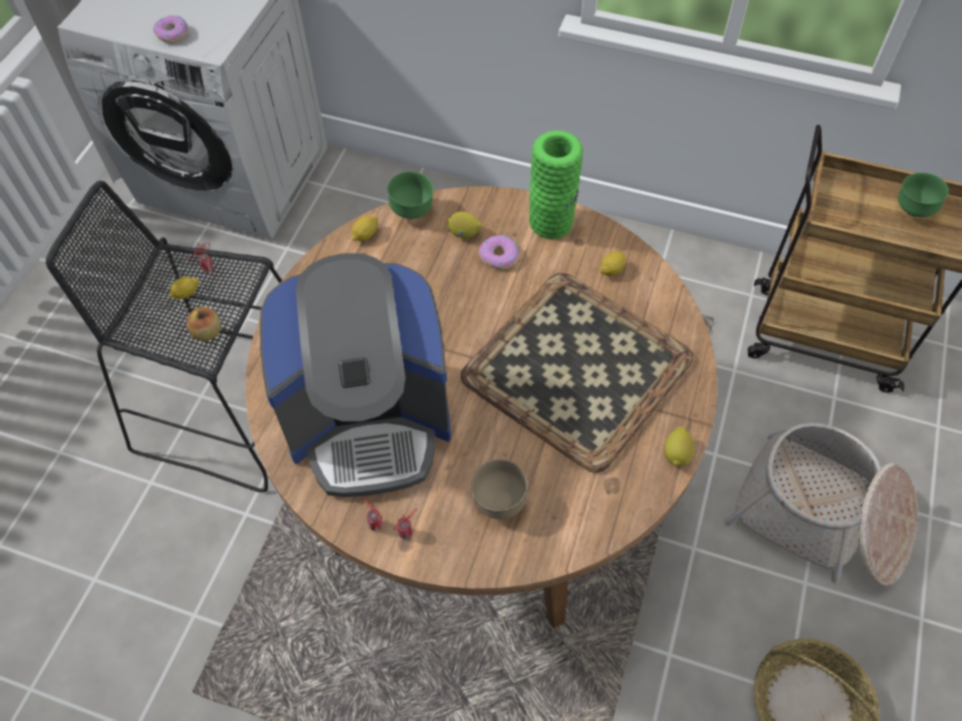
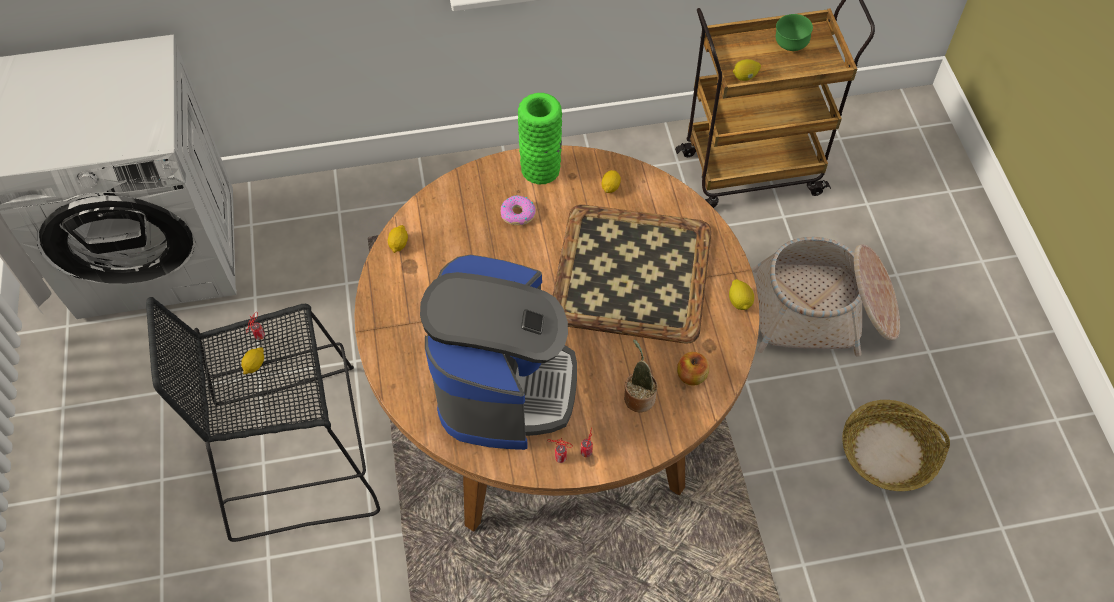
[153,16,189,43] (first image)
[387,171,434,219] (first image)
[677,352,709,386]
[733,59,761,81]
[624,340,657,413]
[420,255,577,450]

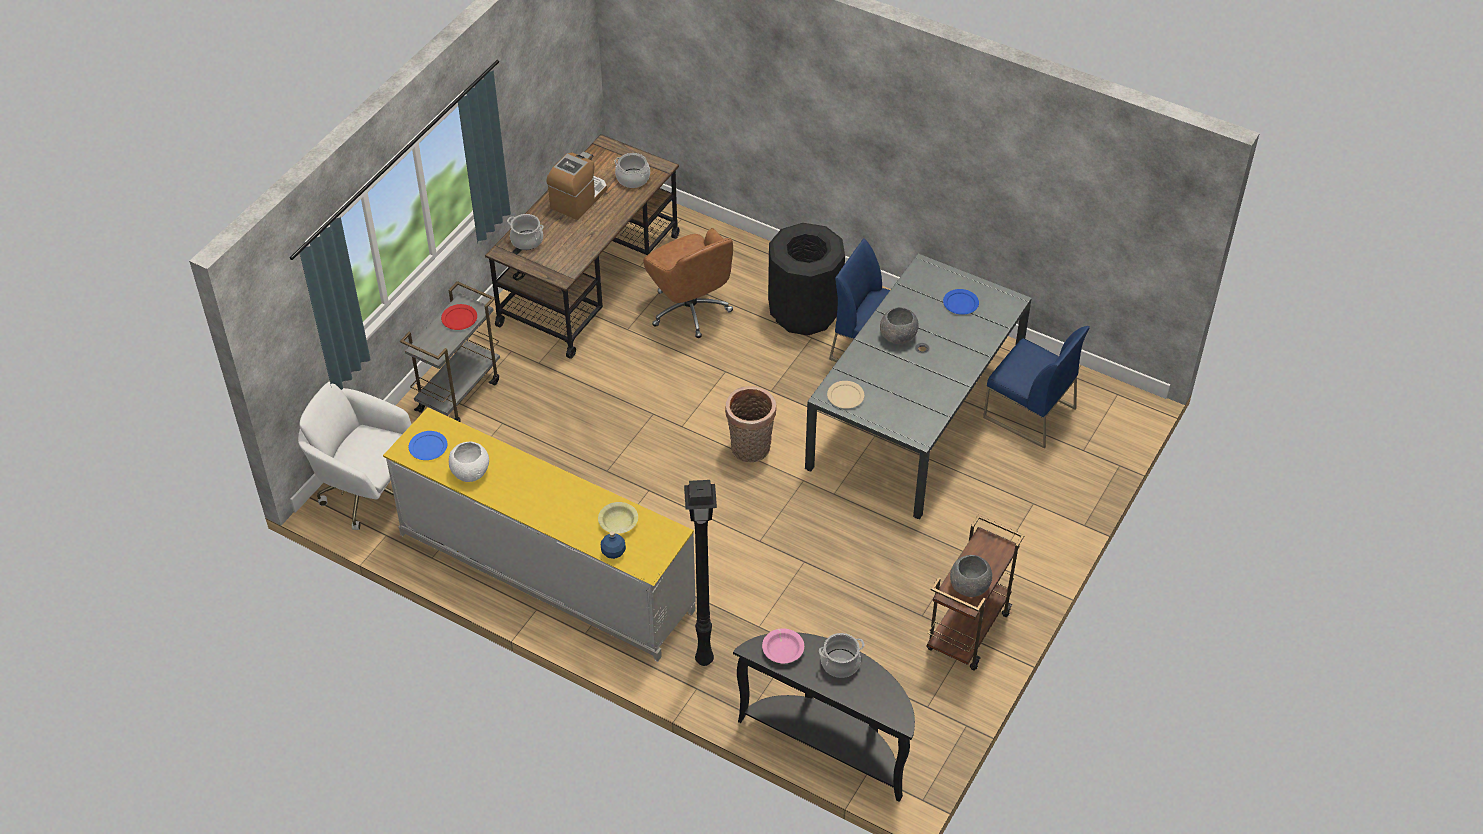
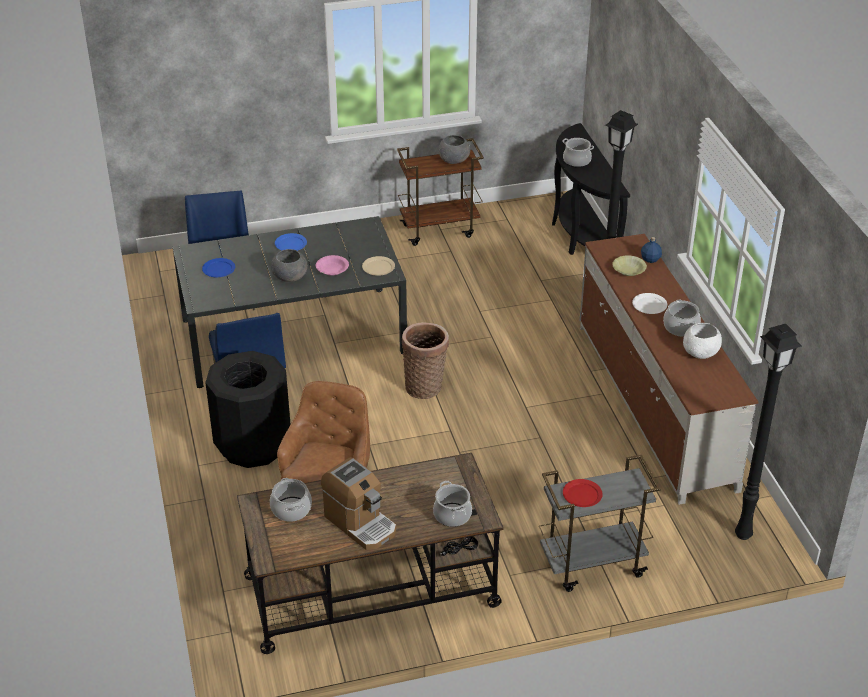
[632,293,667,314]
[663,300,701,337]
[275,233,307,251]
[316,255,349,275]
[735,324,802,540]
[580,234,758,505]
[321,457,396,550]

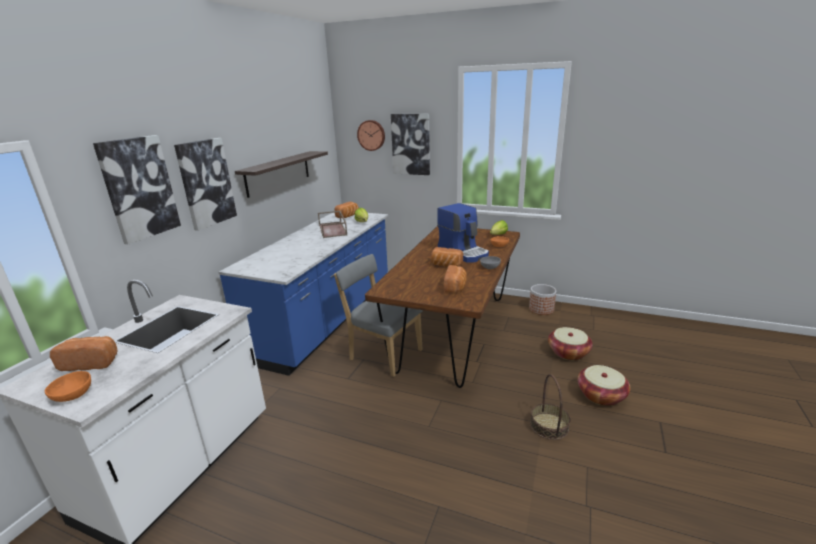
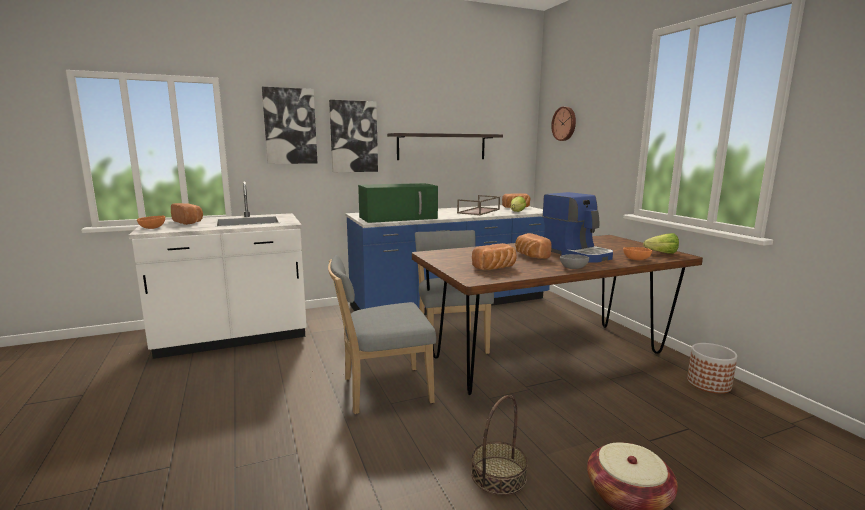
[391,114,430,175] (first image)
[548,327,593,360] (first image)
[328,255,436,414]
[358,183,438,223]
[543,192,613,263]

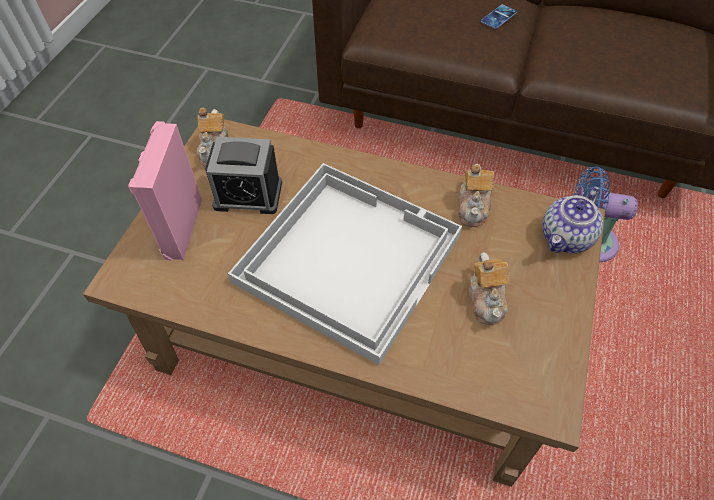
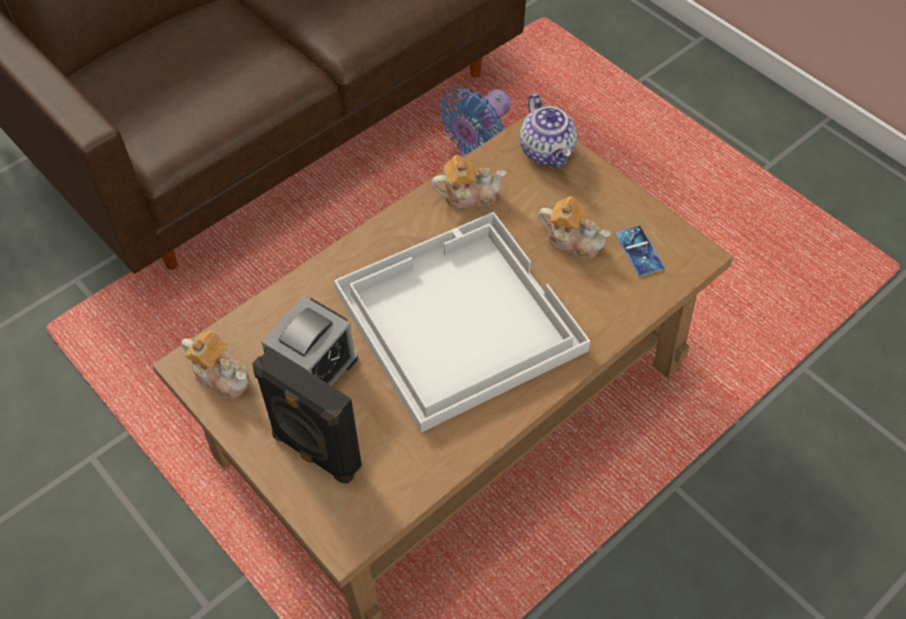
[615,226,665,276]
[252,347,362,484]
[432,155,506,209]

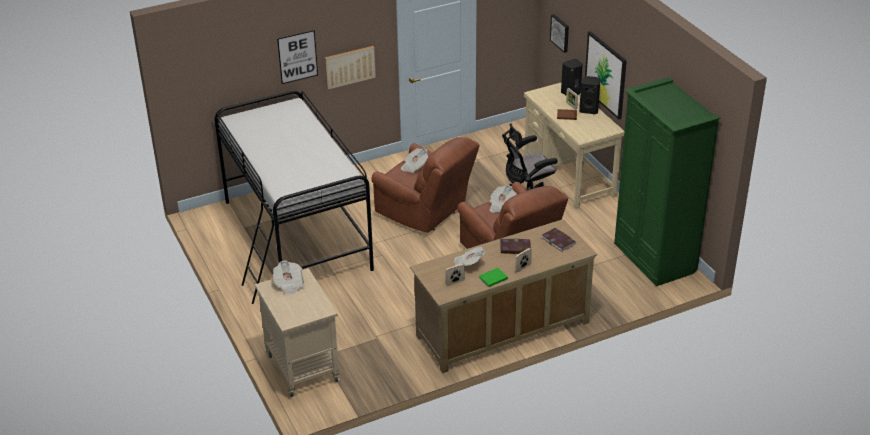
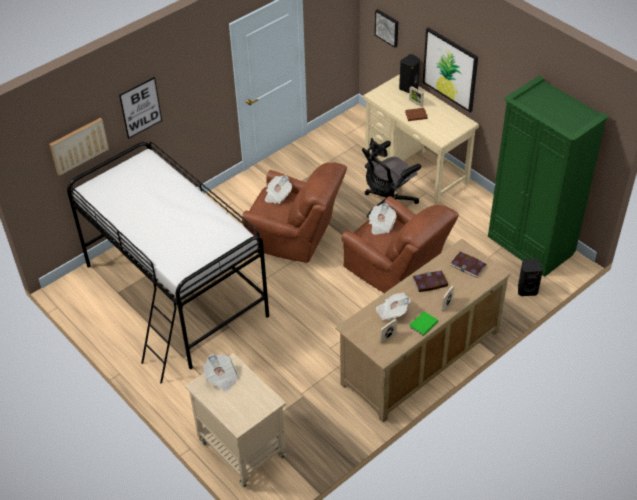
[49,118,109,176]
[518,259,543,296]

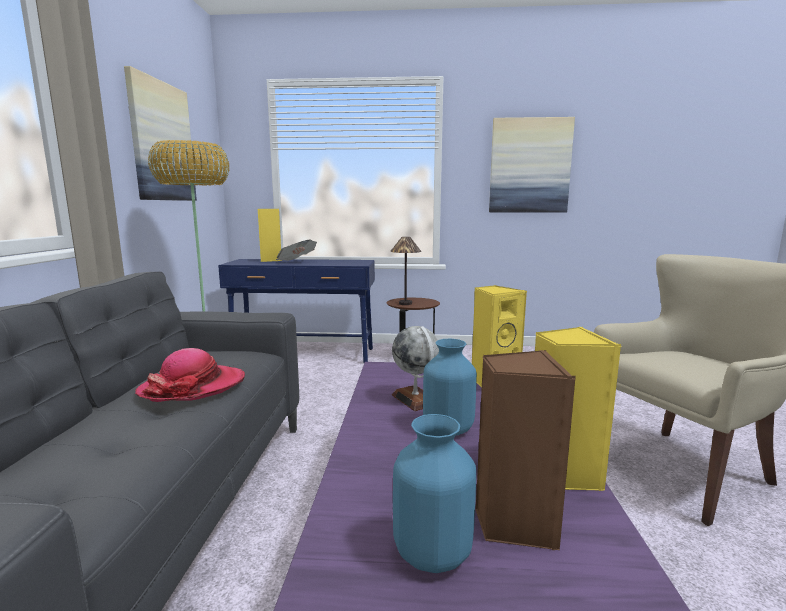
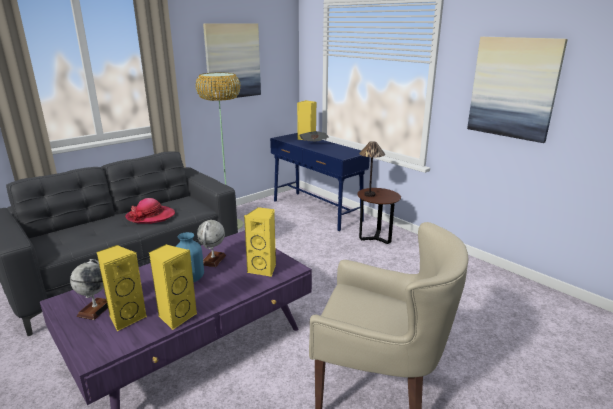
[70,259,108,320]
[96,245,147,331]

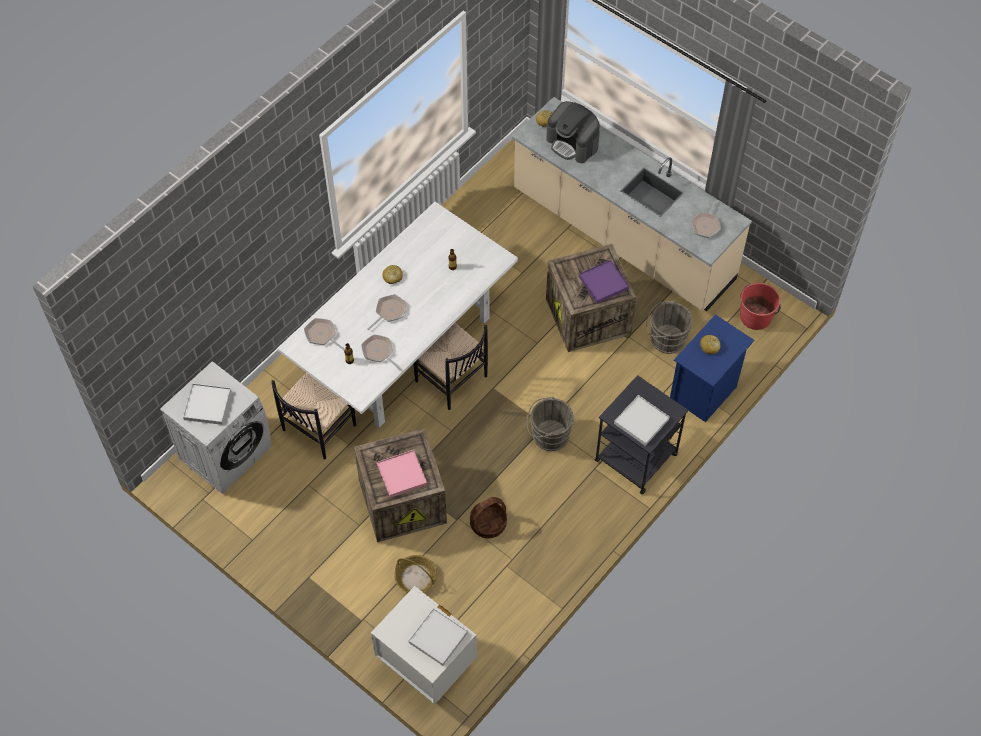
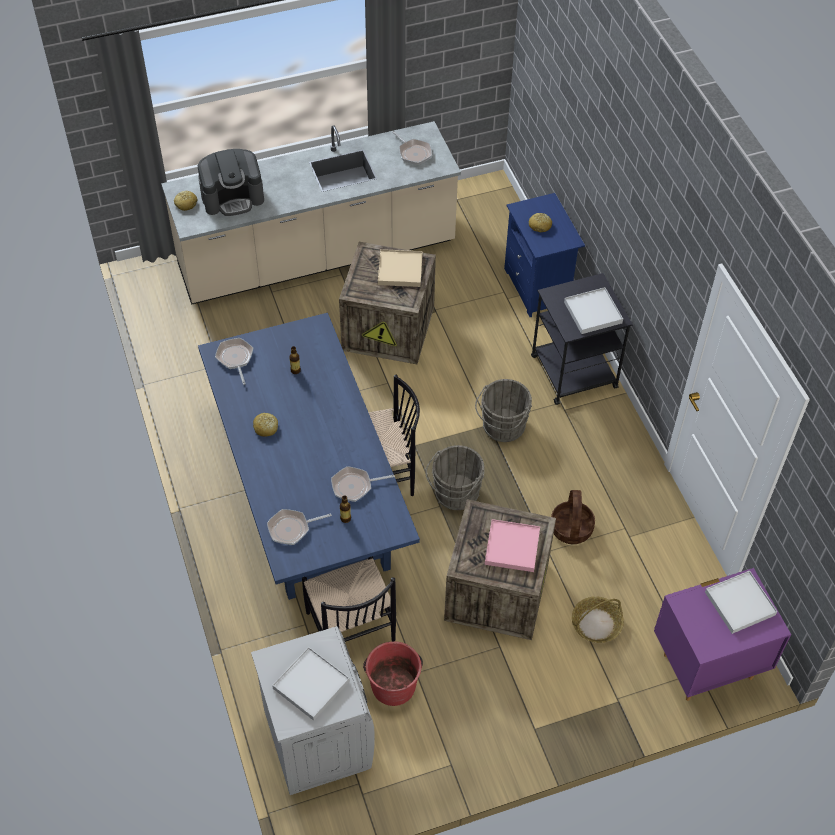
[215,338,253,385]
[426,445,484,510]
[363,641,423,706]
[198,313,420,600]
[654,568,791,701]
[378,249,423,287]

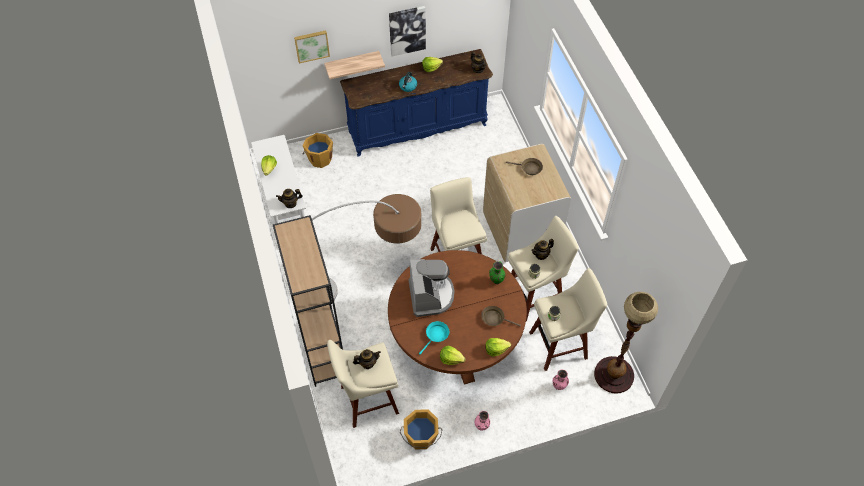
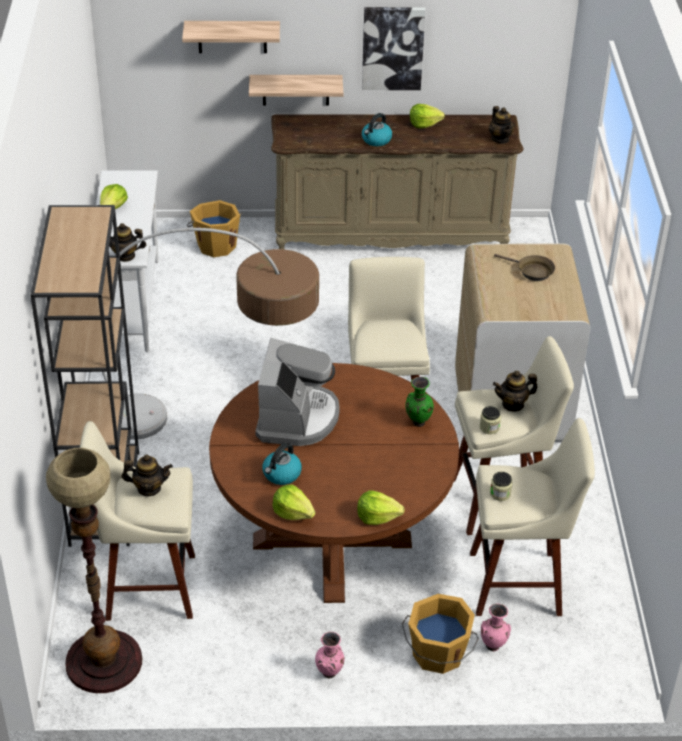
[481,306,521,327] (first image)
[402,594,479,674]
[46,448,142,693]
[182,21,280,53]
[262,443,302,485]
[271,114,524,250]

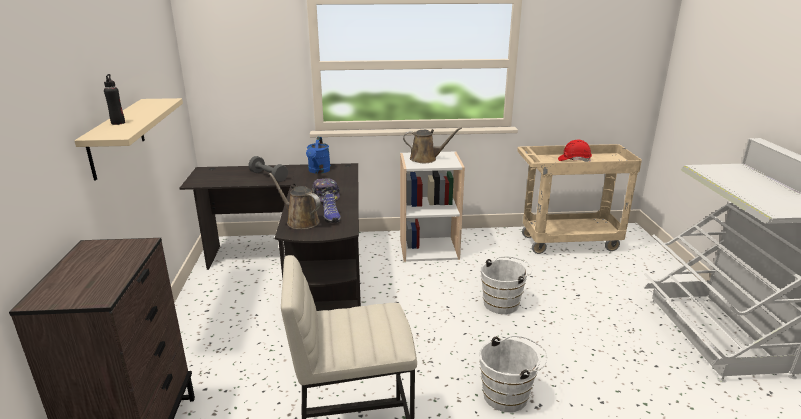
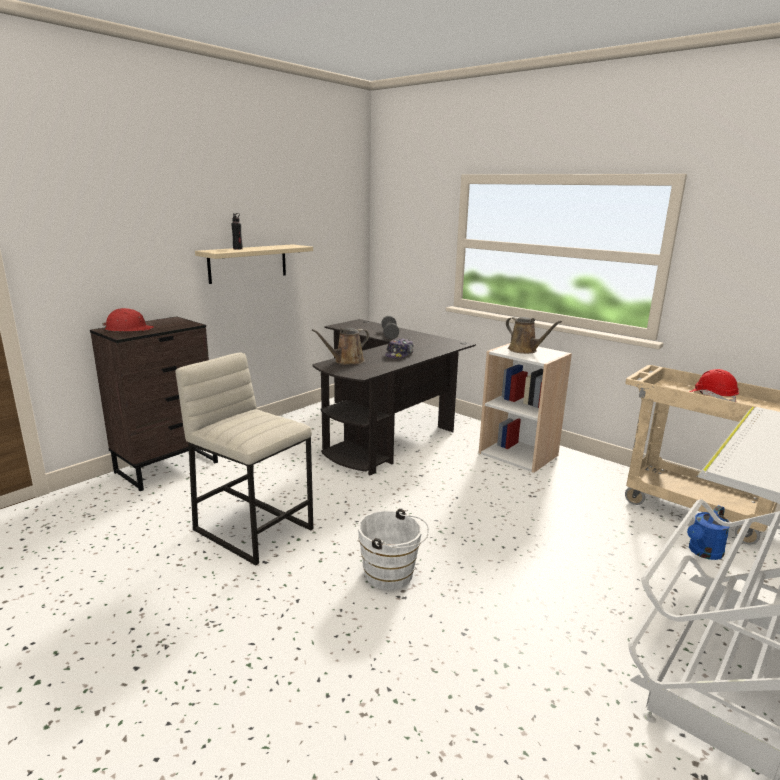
[323,193,341,223] (first image)
[481,257,532,314] (first image)
[102,308,154,331]
[687,505,729,560]
[312,328,369,365]

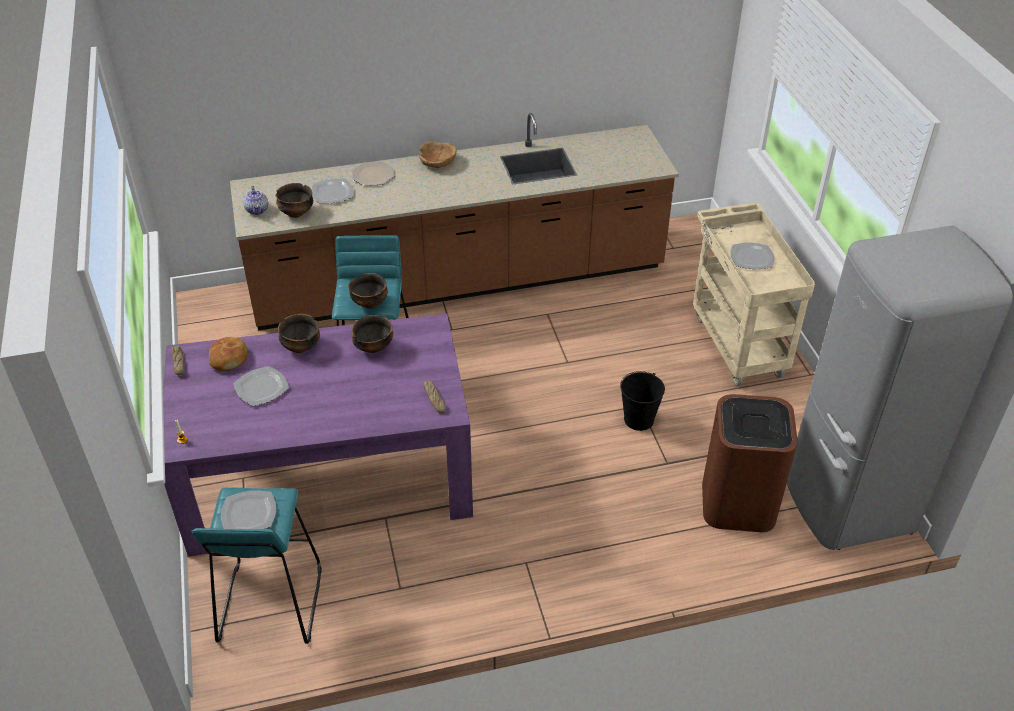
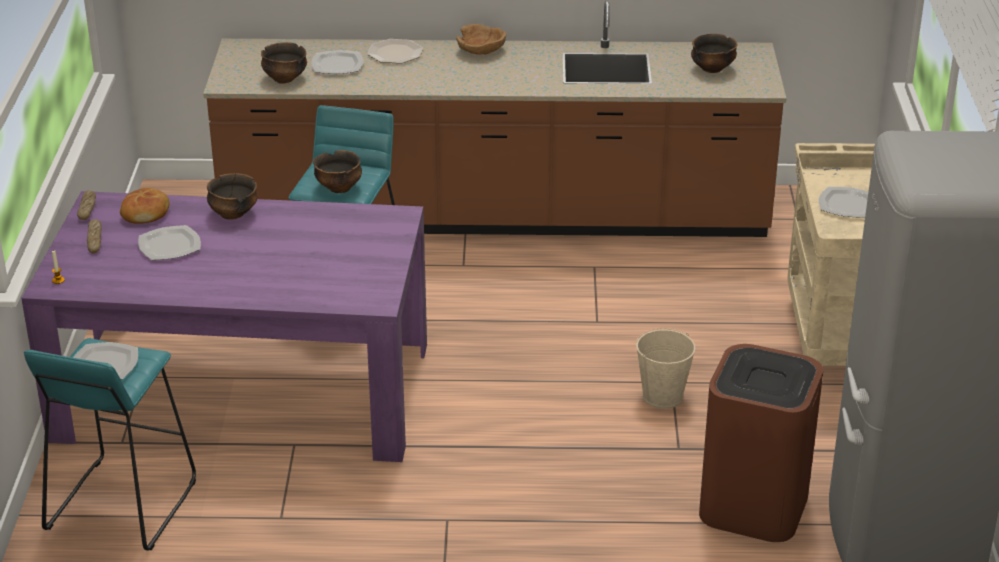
[243,186,268,215] (first image)
[691,34,738,73]
[87,219,101,253]
[636,328,695,409]

